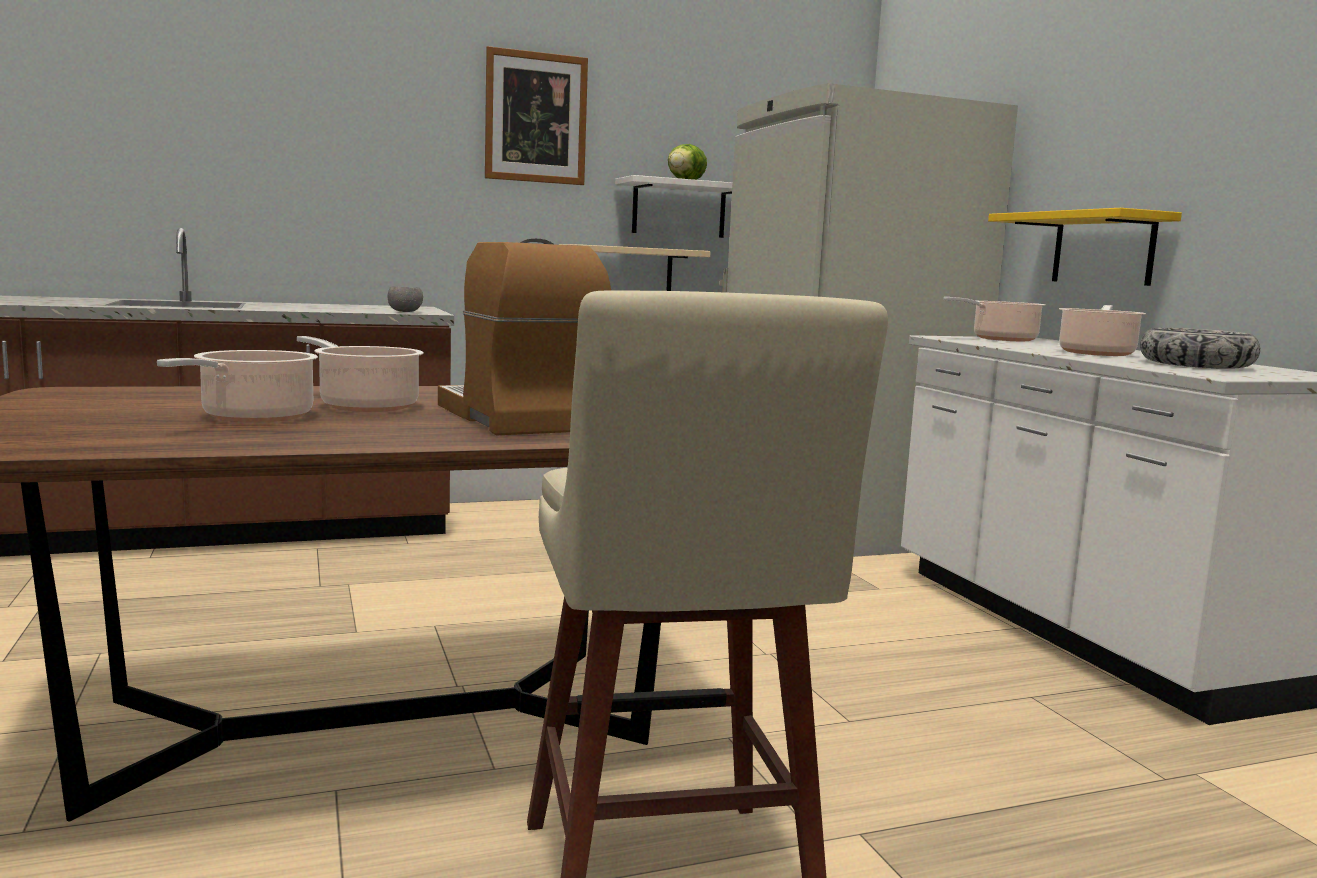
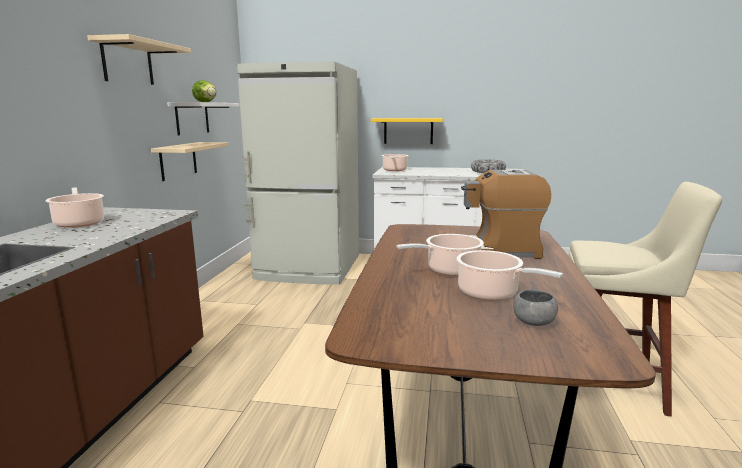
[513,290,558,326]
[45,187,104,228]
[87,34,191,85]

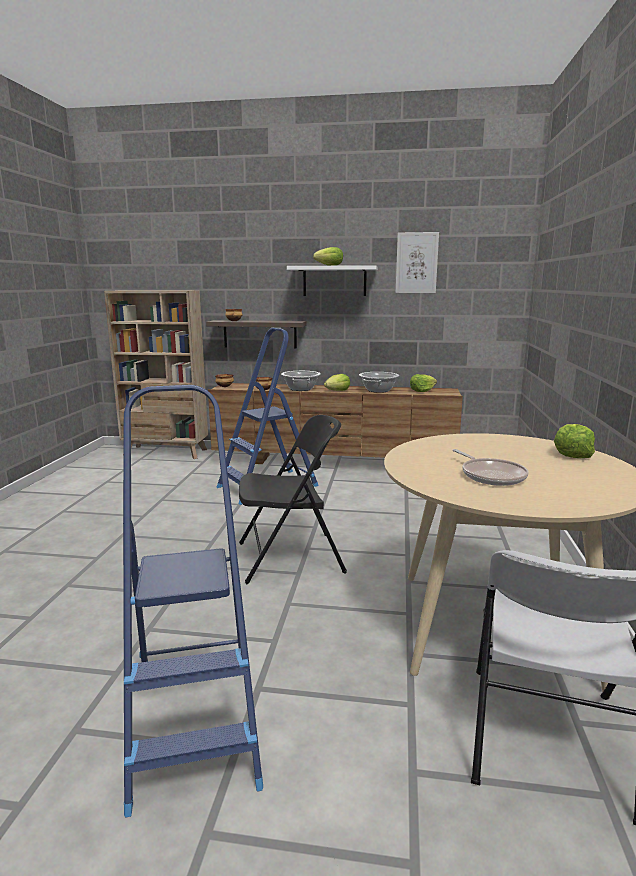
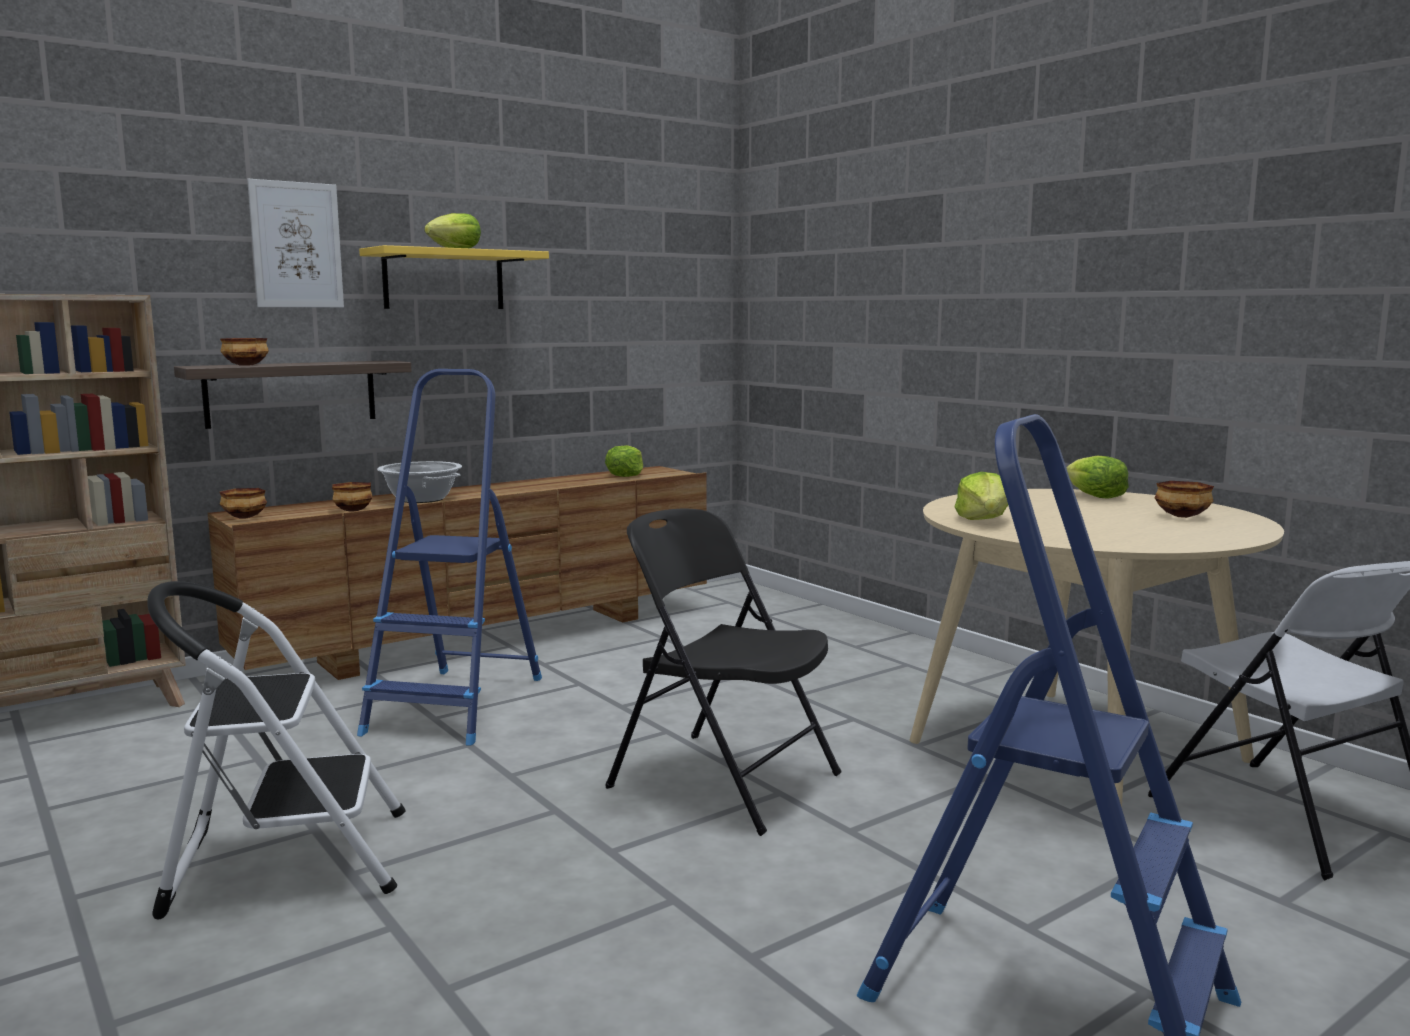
[359,372,399,393] (first image)
[452,449,529,486] (first image)
[147,581,406,919]
[1154,481,1214,518]
[955,472,1008,520]
[247,179,344,307]
[359,245,549,309]
[606,508,841,836]

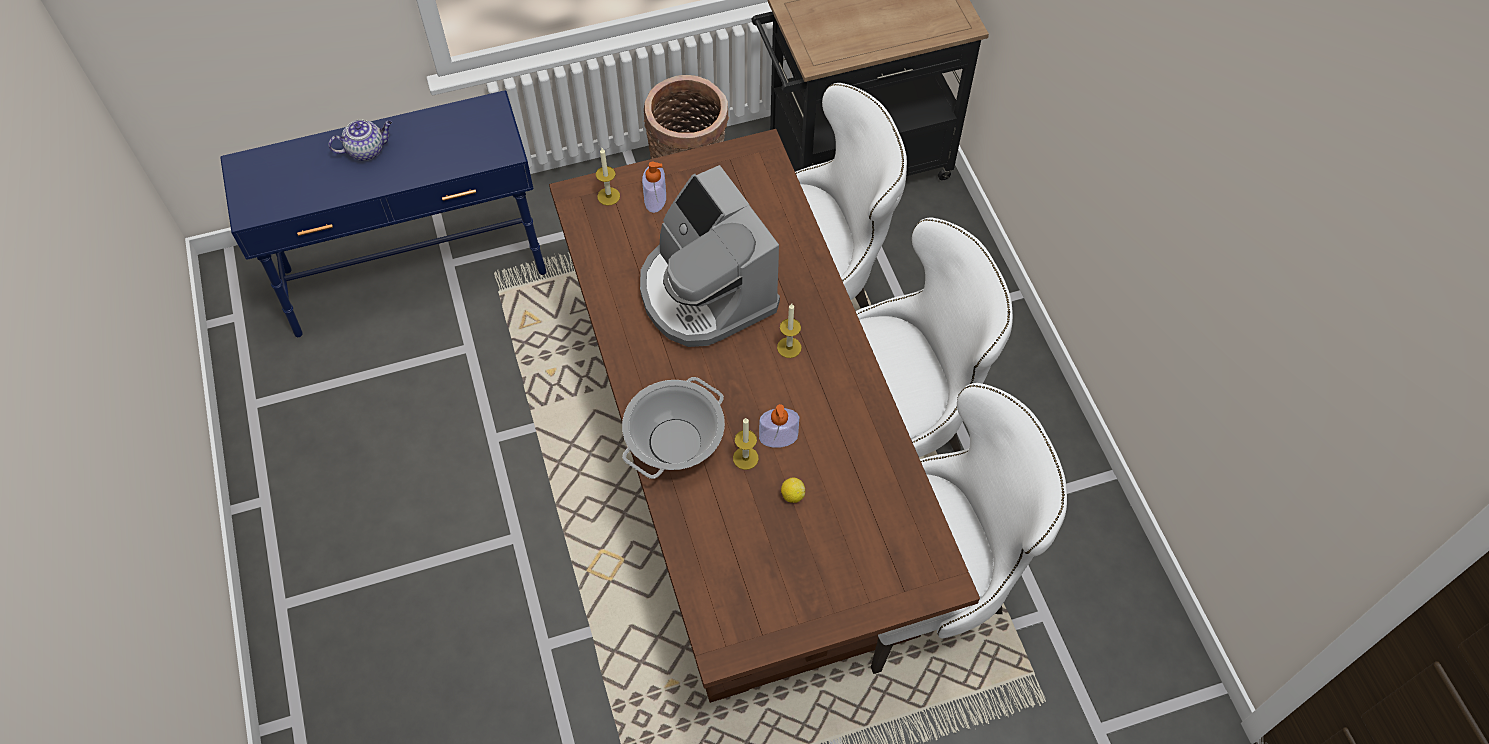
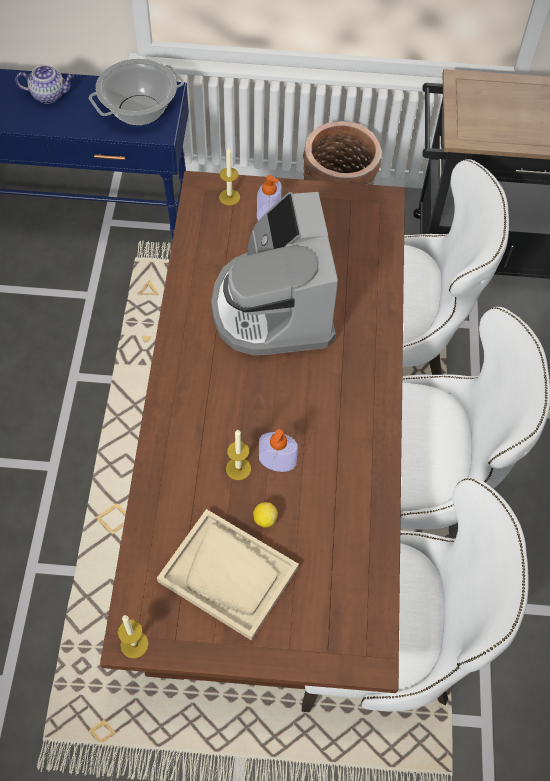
[157,509,299,641]
[89,59,184,125]
[117,615,149,658]

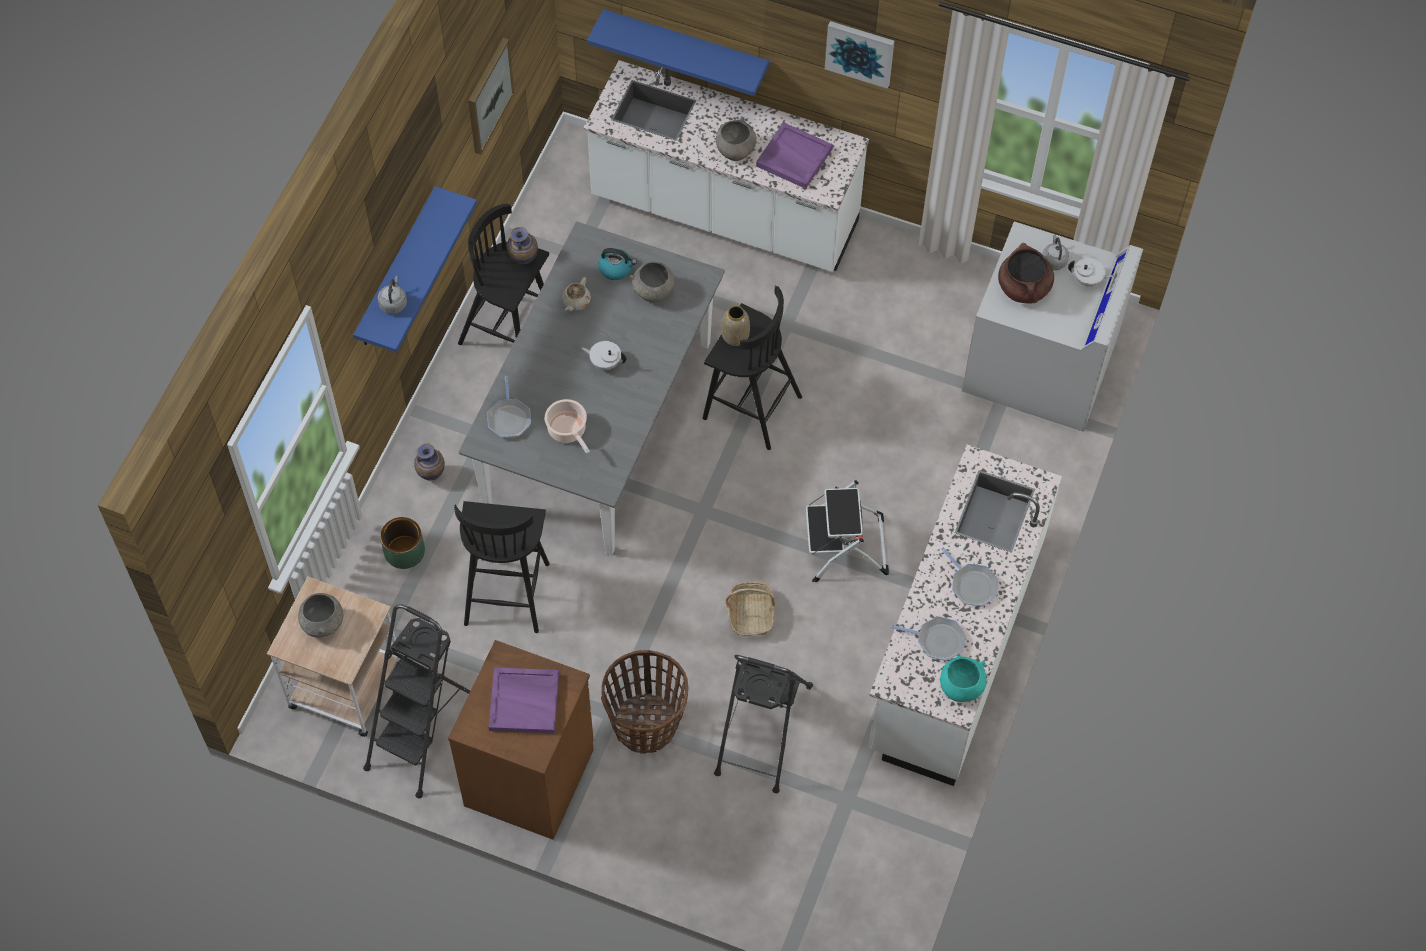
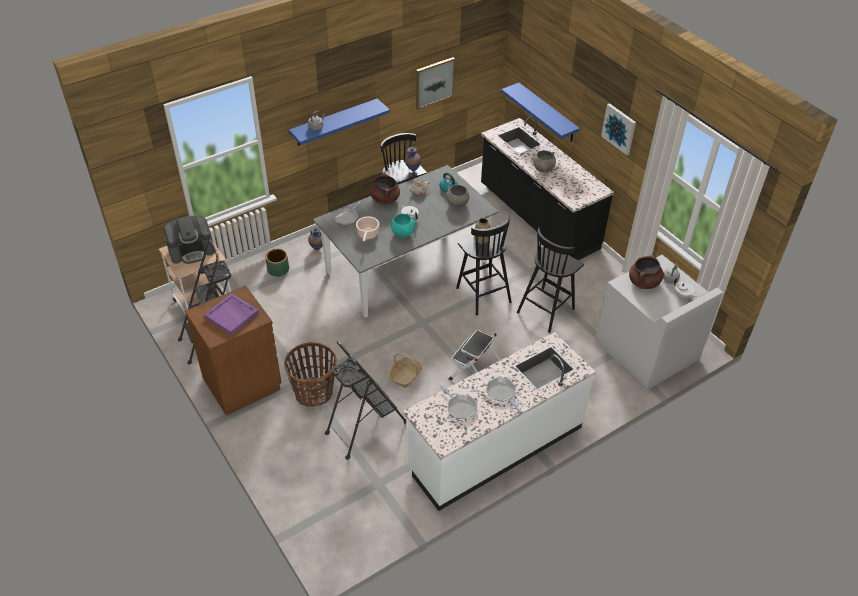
[756,122,833,189] (first image)
[370,173,400,204]
[517,227,584,333]
[391,214,416,238]
[164,216,215,264]
[481,116,614,260]
[486,377,521,413]

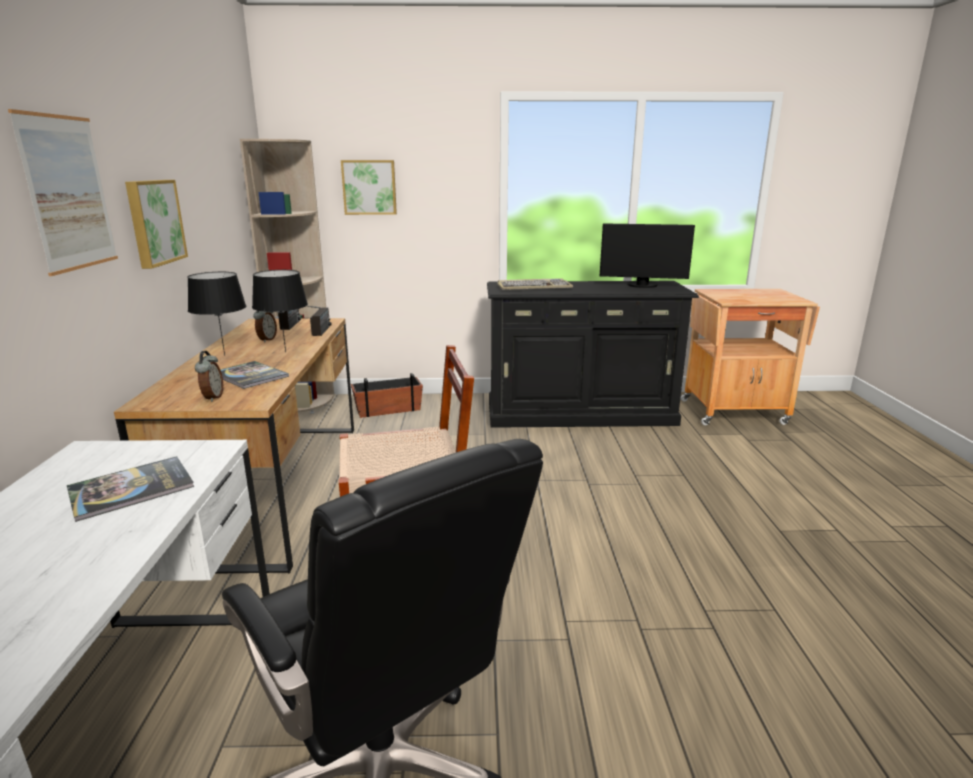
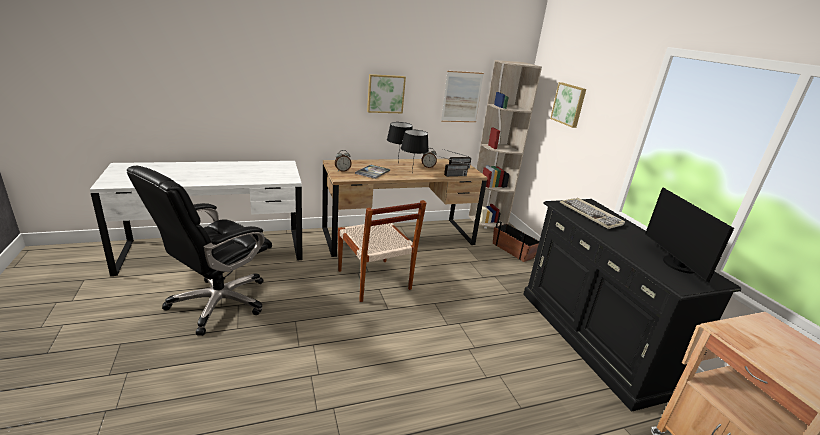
[67,456,194,522] (first image)
[441,71,484,122]

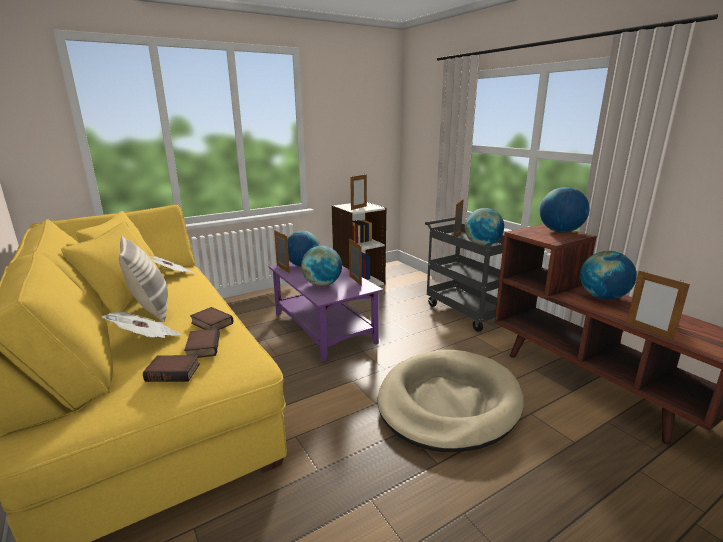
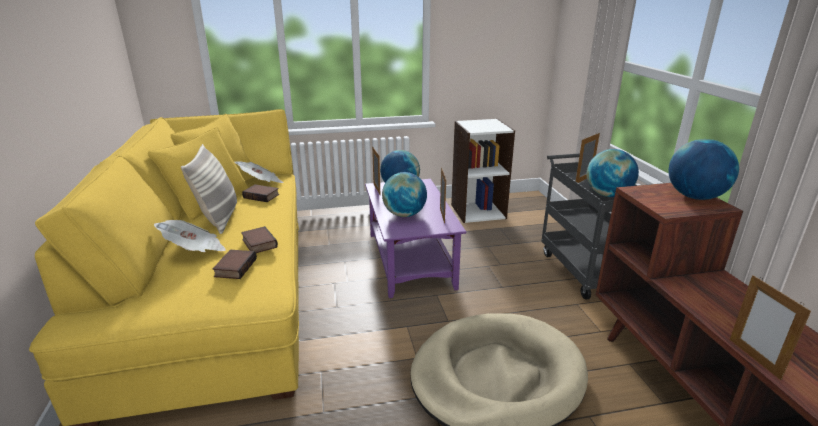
[350,174,367,210] (first image)
[580,251,637,300] (first image)
[242,184,279,202]

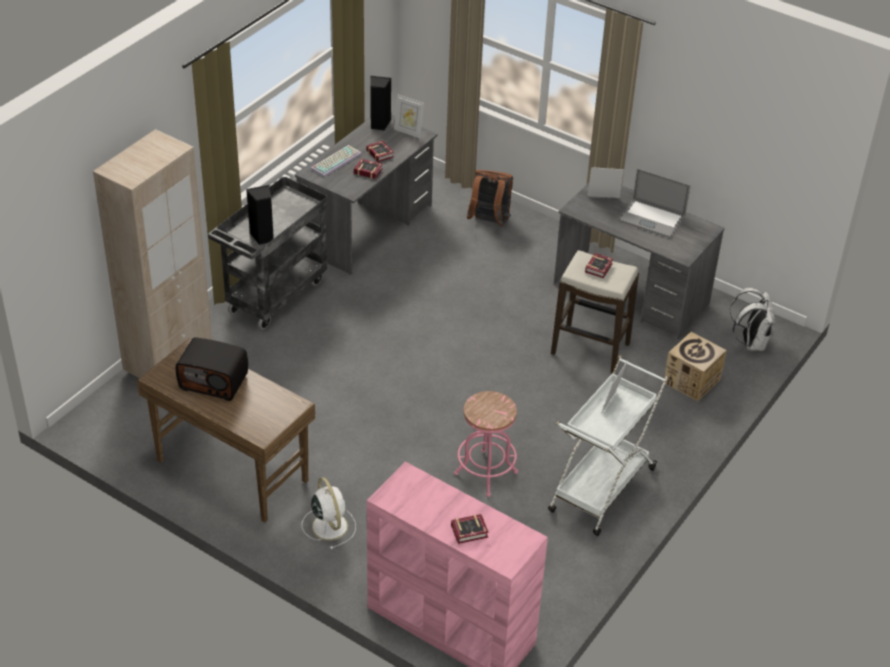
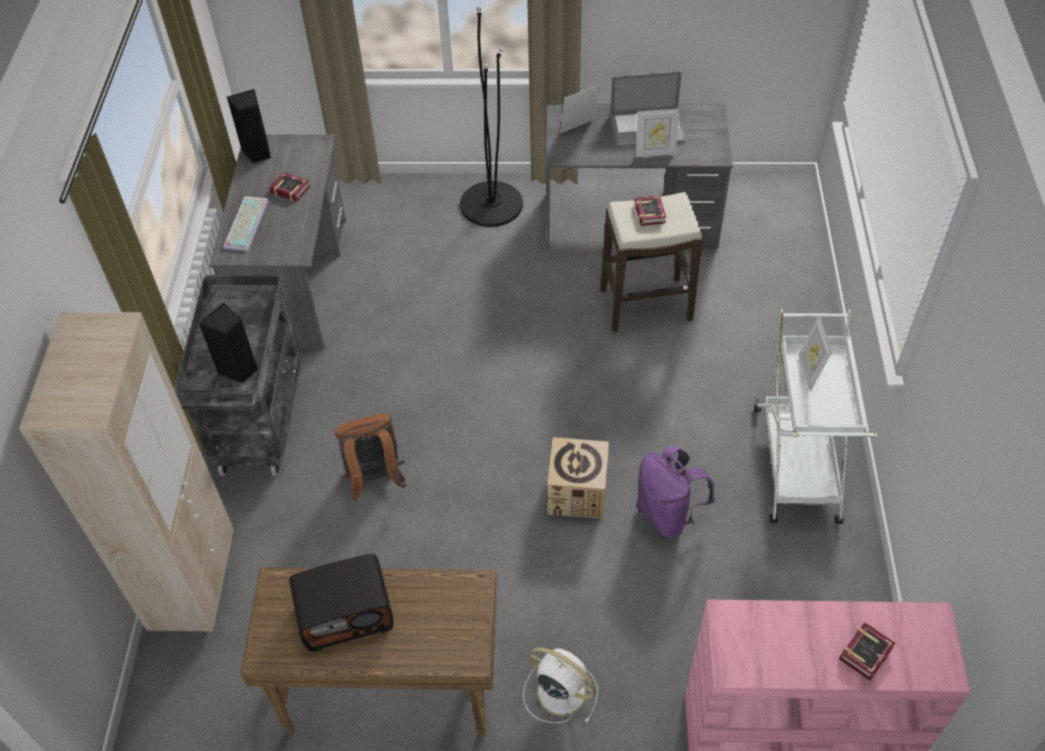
[354,159,383,179] (first image)
[730,288,775,351] (first image)
[460,6,523,227]
[636,109,679,157]
[335,413,407,501]
[547,437,609,519]
[637,445,715,539]

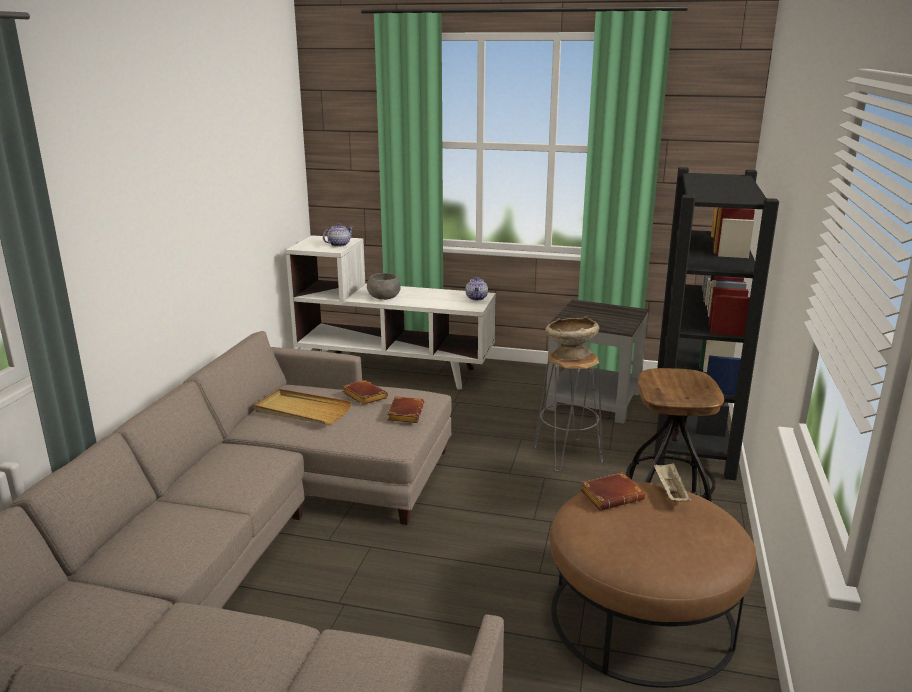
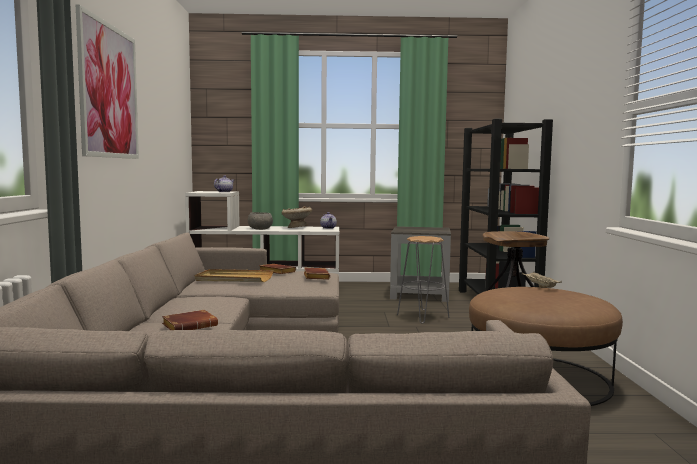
[76,4,139,159]
[282,206,312,228]
[162,310,218,330]

